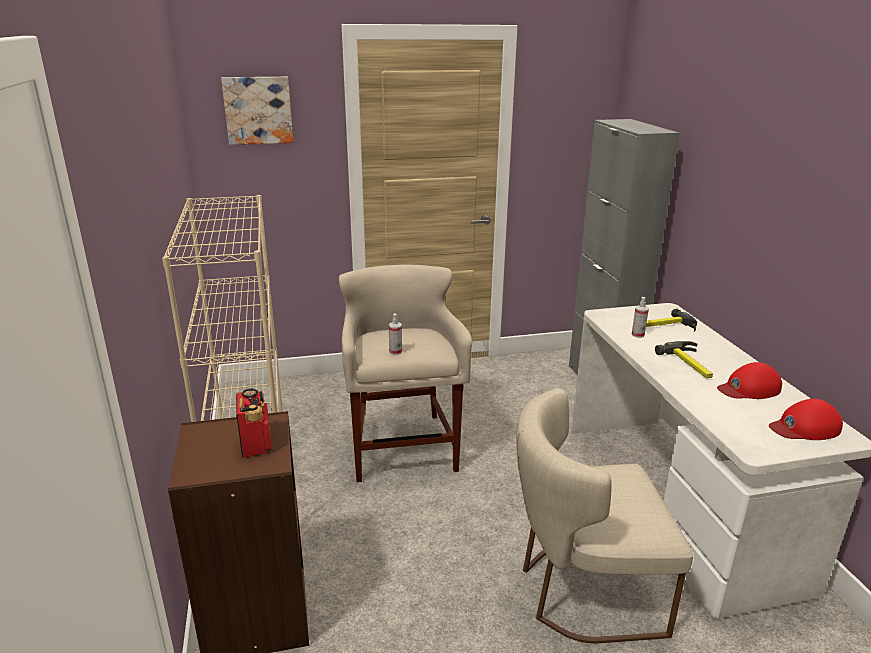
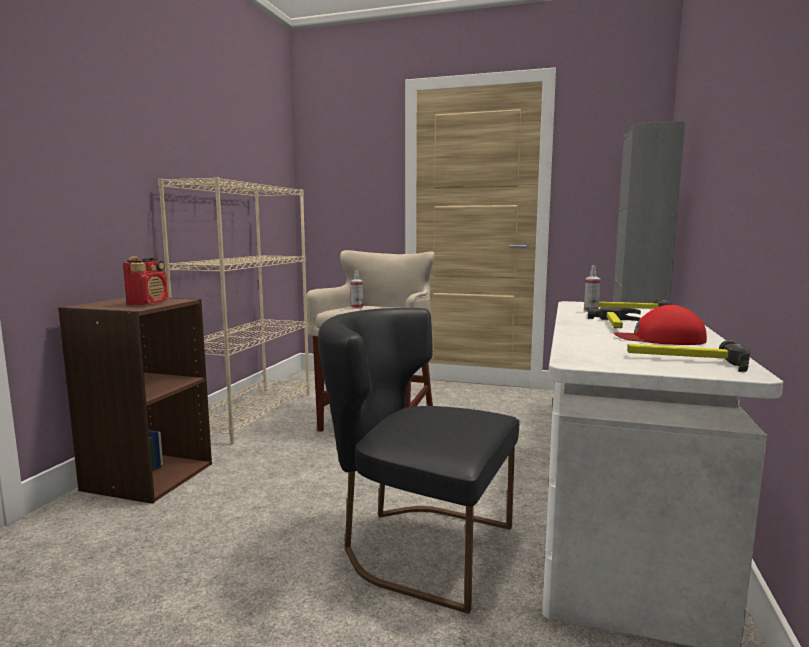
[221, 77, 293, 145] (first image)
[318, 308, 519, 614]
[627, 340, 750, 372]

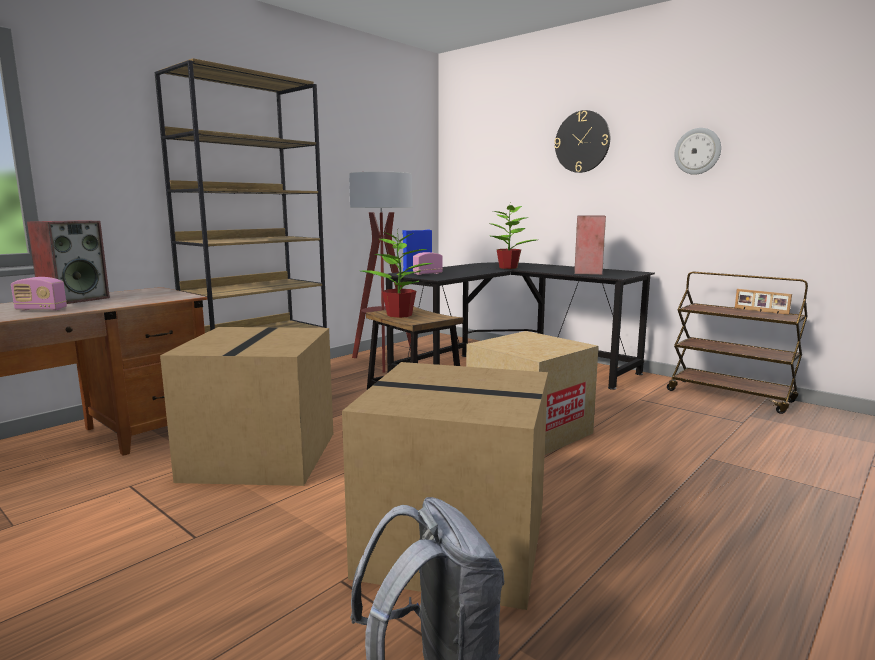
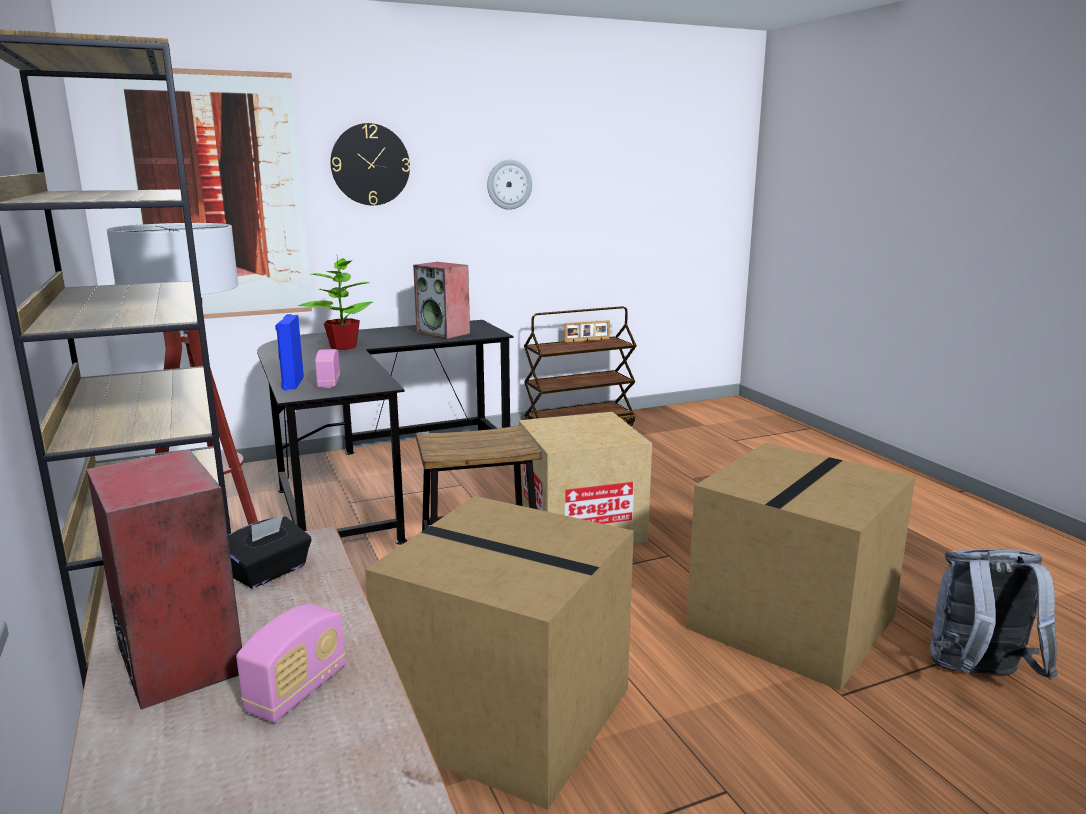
[361, 227, 433, 318] (first image)
[113, 68, 312, 319]
[228, 515, 312, 588]

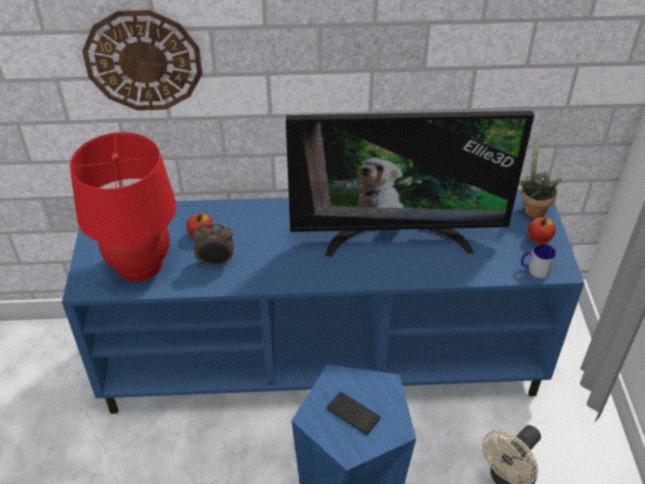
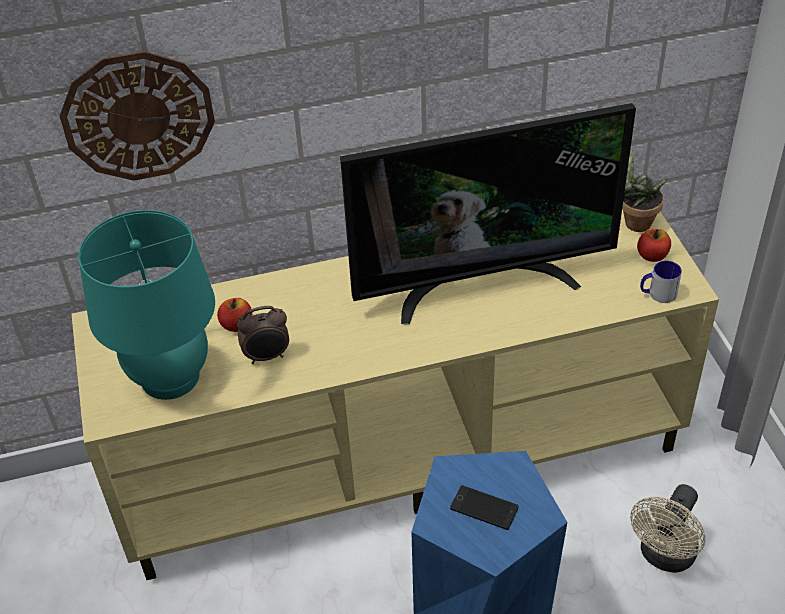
[78, 210, 215, 400]
[72, 210, 719, 580]

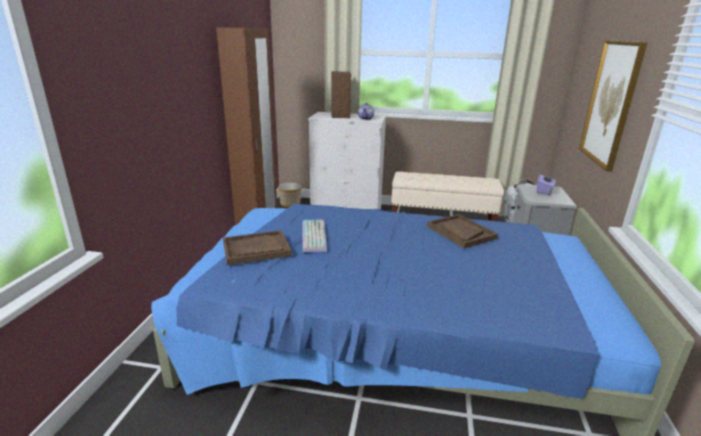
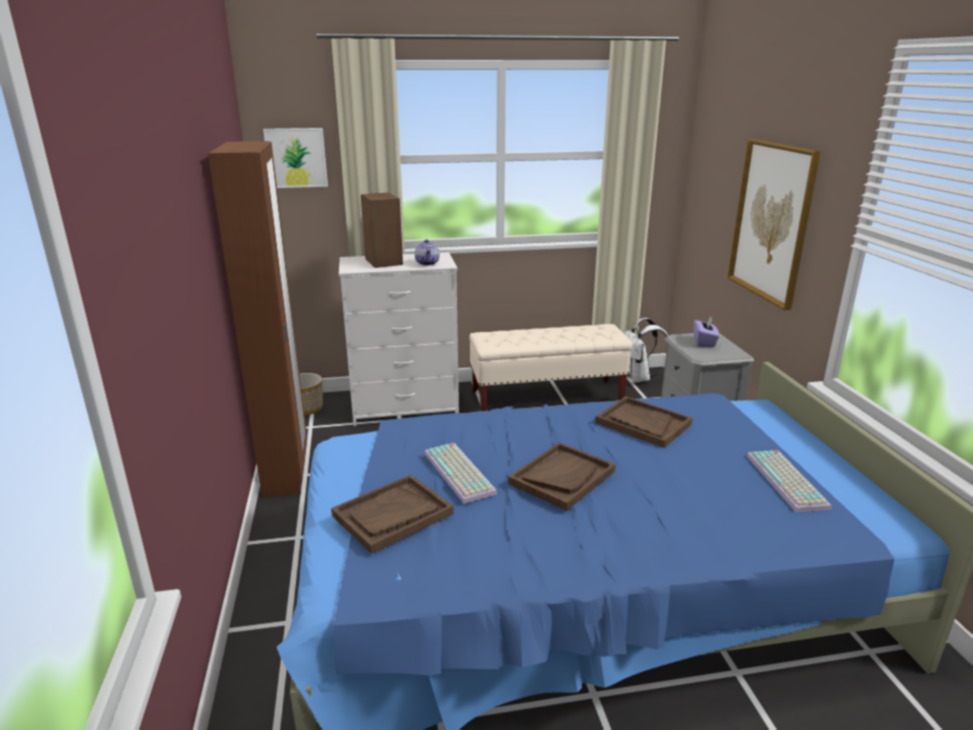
[263, 128, 328, 188]
[508, 442, 616, 511]
[747, 450, 832, 512]

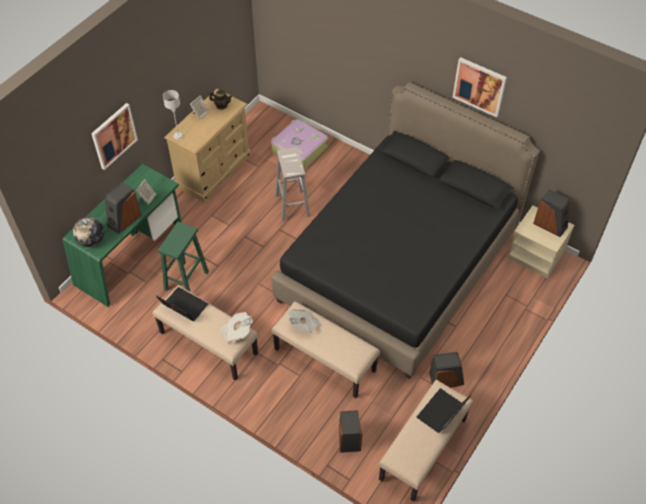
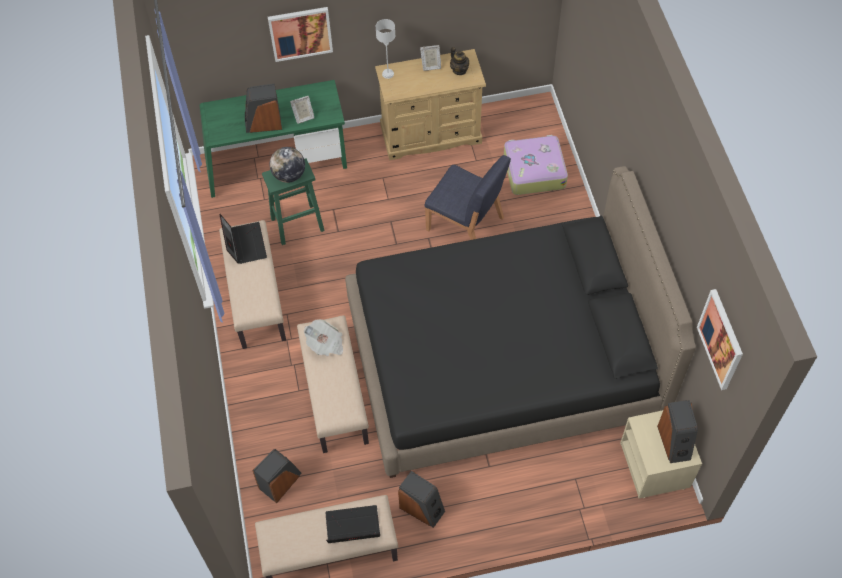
[697, 289, 743, 390]
[425, 155, 511, 240]
[270, 147, 305, 183]
[220, 312, 253, 343] (first image)

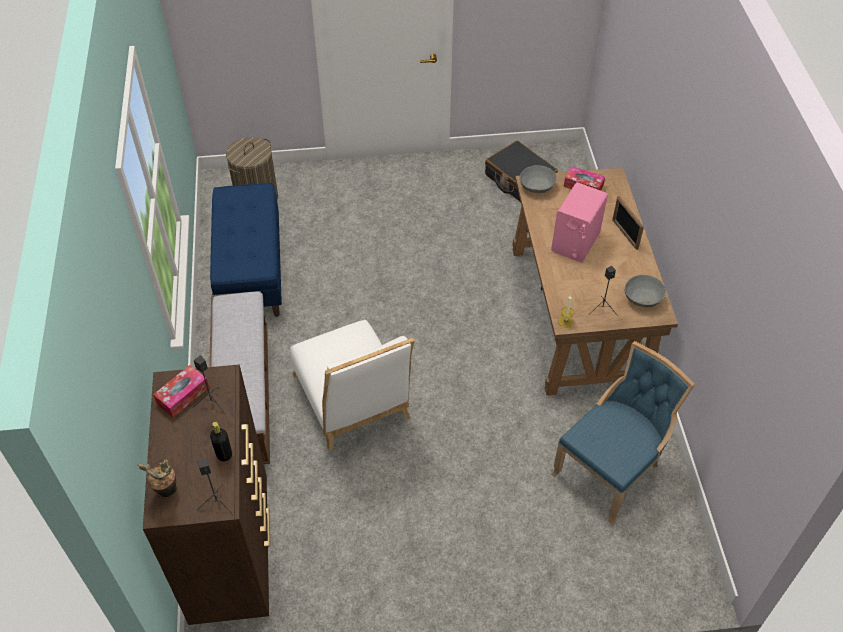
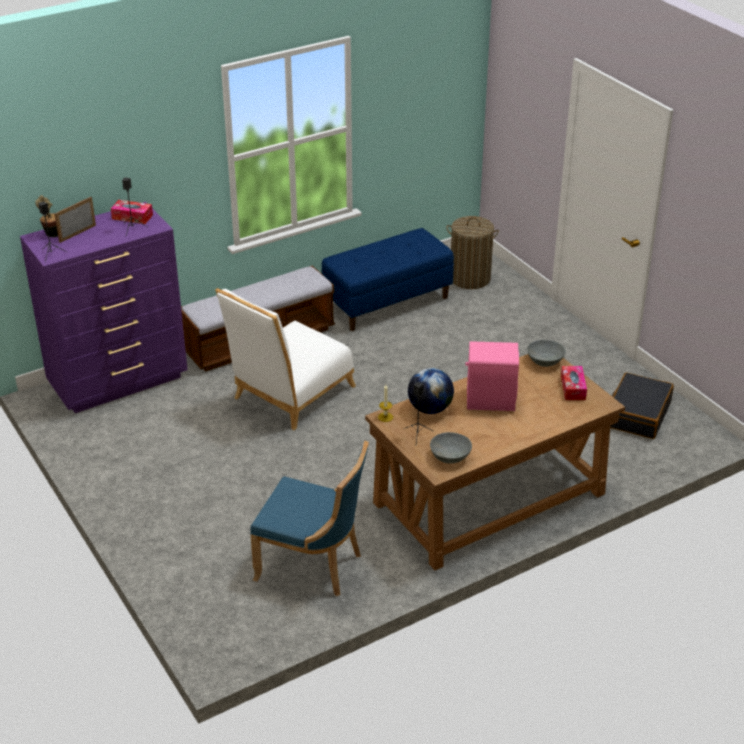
[55, 197, 96, 243]
[20, 202, 188, 413]
[210, 422, 232, 461] (first image)
[408, 368, 454, 414]

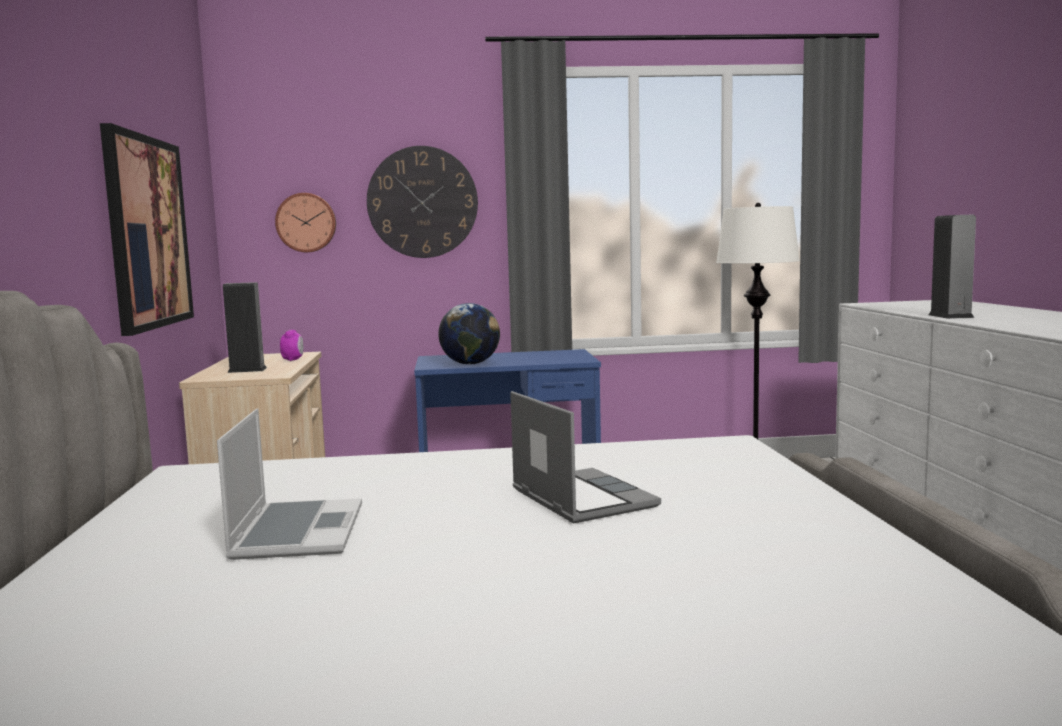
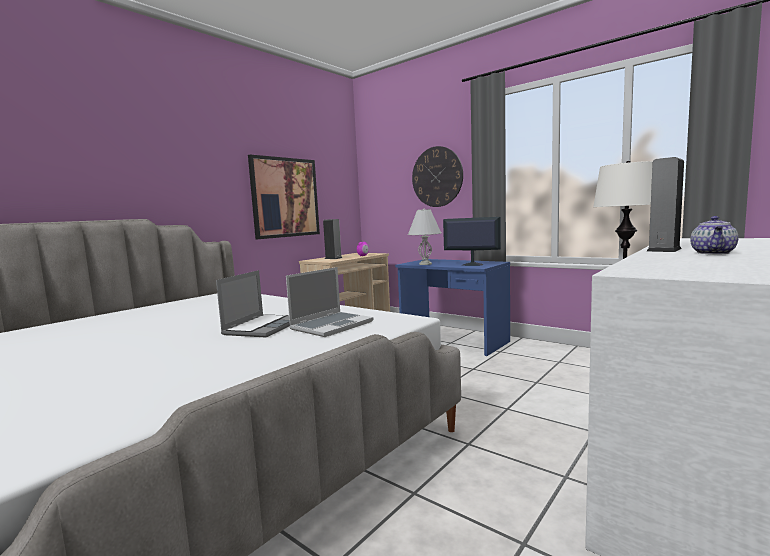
[275, 193, 336, 252] (first image)
[408, 208, 441, 265]
[286, 267, 373, 337]
[690, 216, 739, 255]
[443, 217, 501, 266]

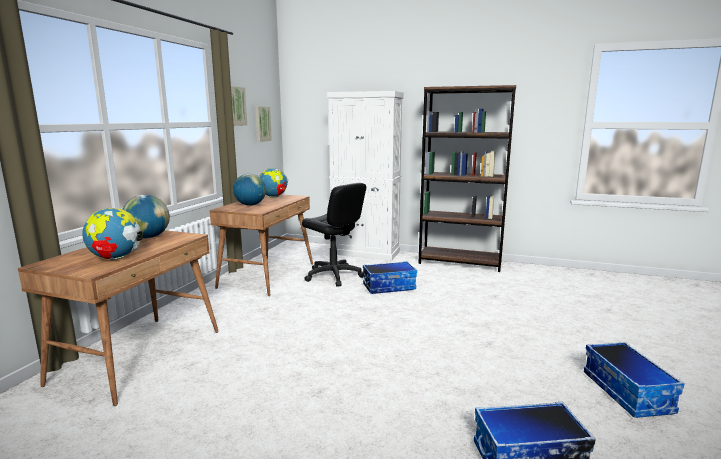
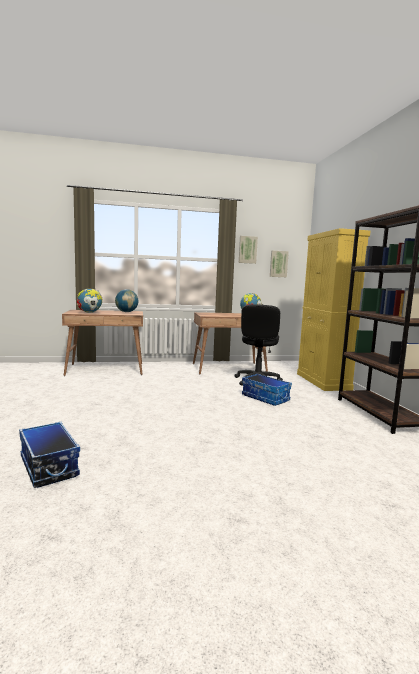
[297, 228, 371, 391]
[233, 174, 266, 206] (first image)
[584, 342, 685, 418] (first image)

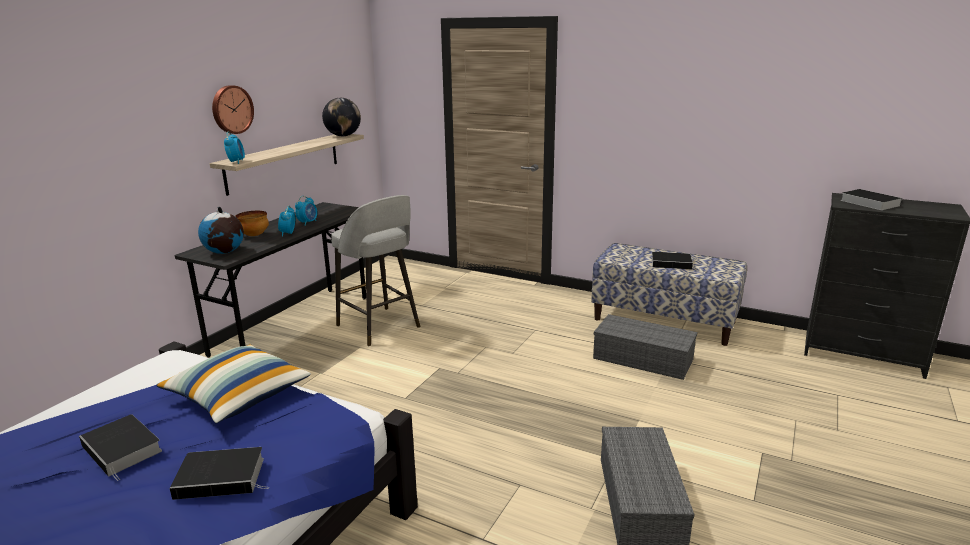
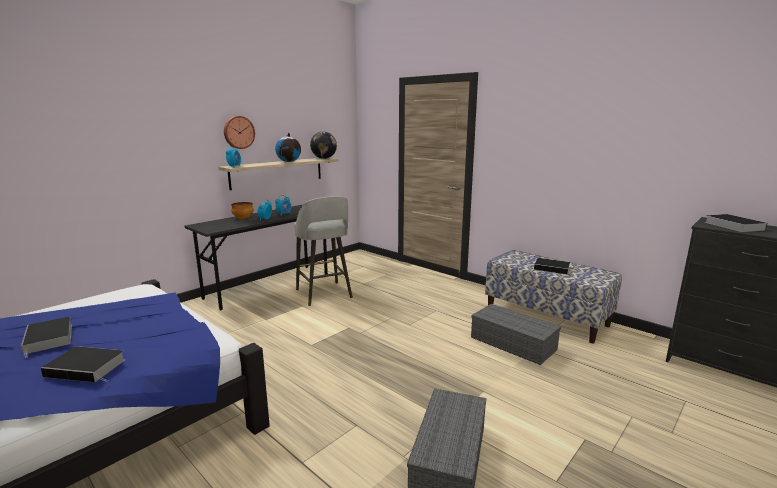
[275, 133, 301, 162]
[156, 344, 311, 424] (first image)

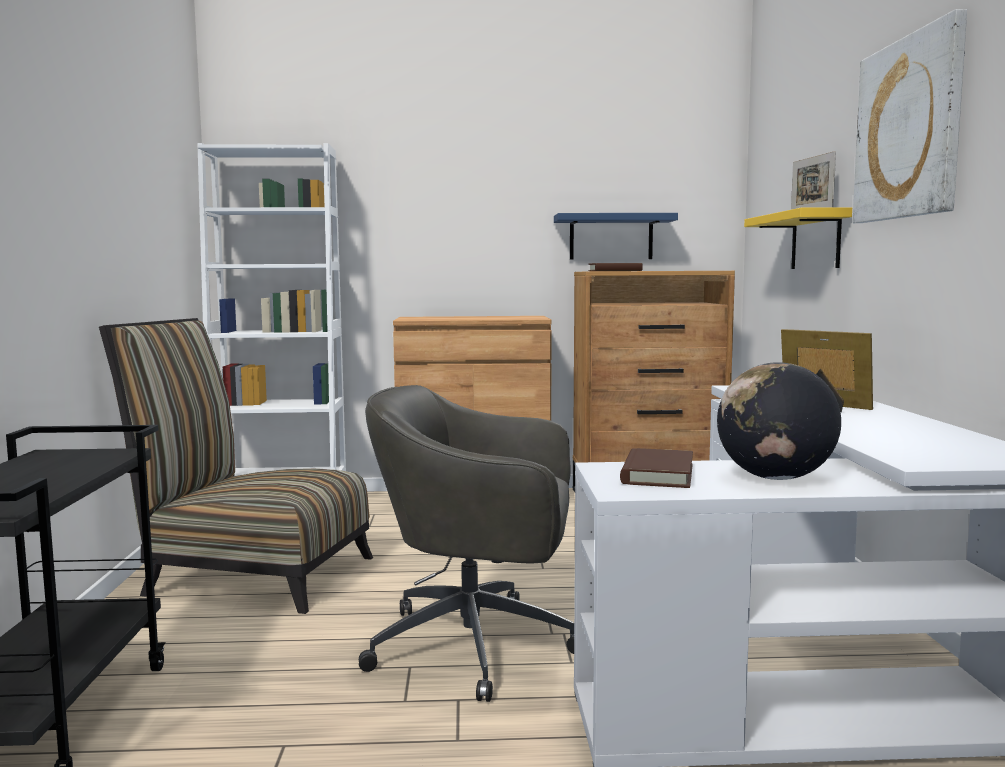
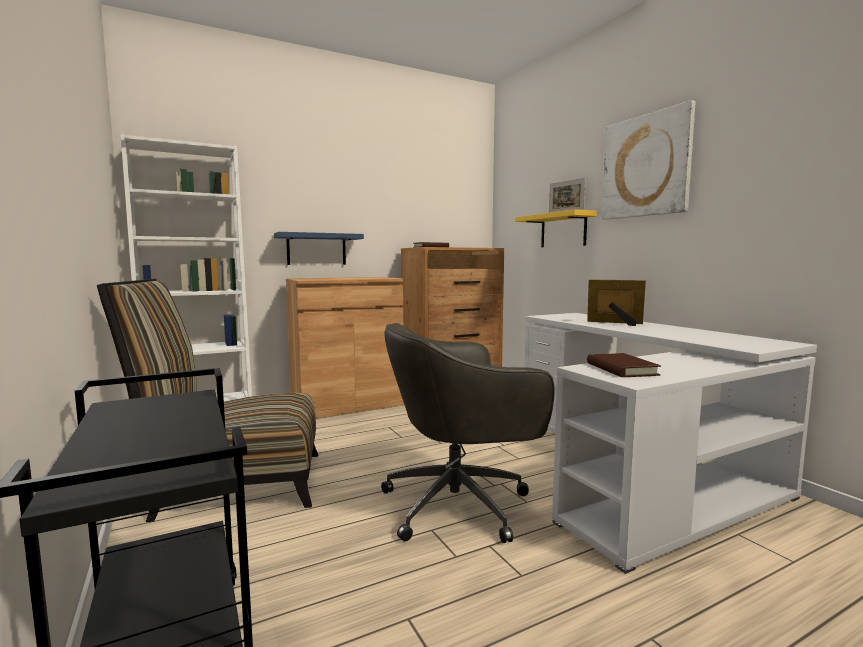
[274, 232, 364, 265]
[717, 362, 841, 480] (first image)

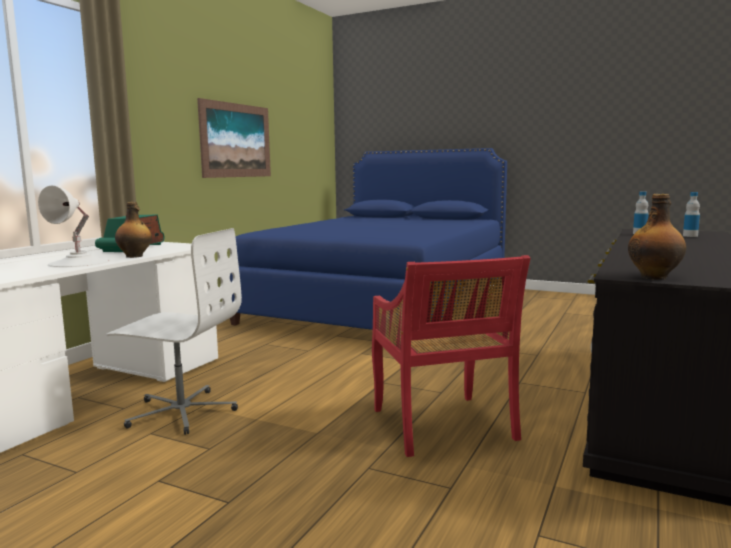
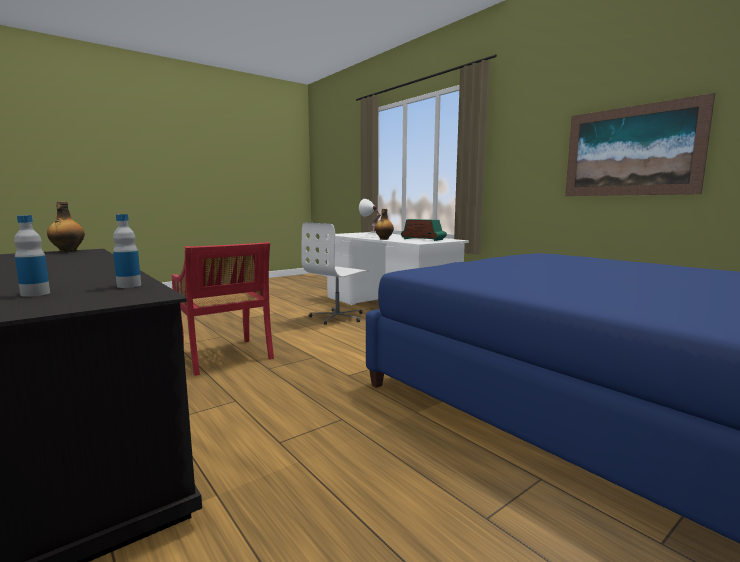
[172, 242, 274, 376]

